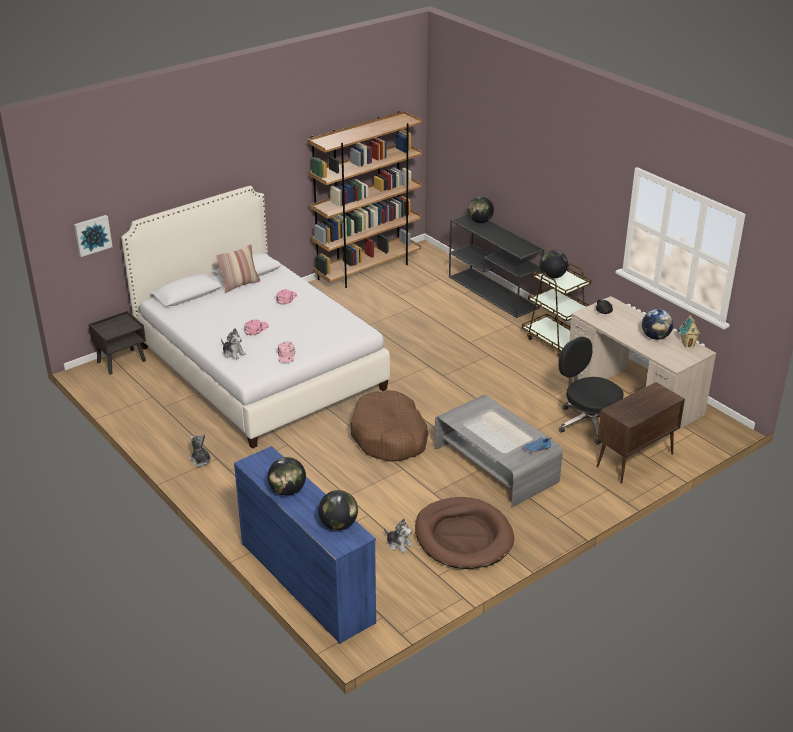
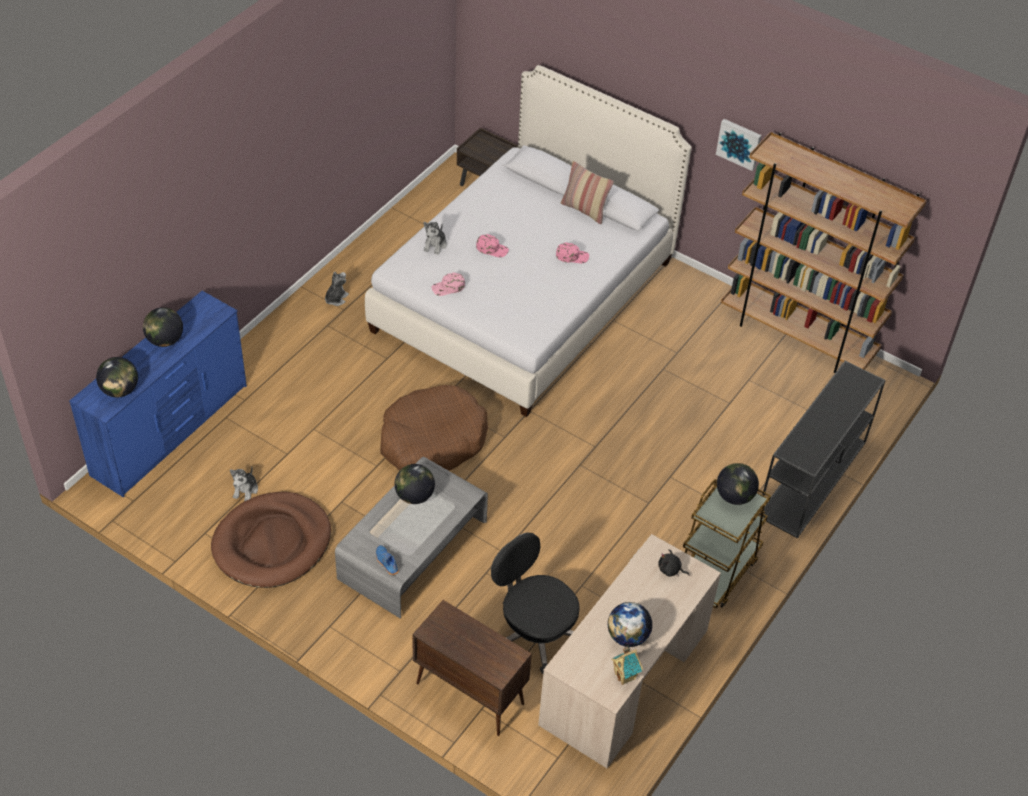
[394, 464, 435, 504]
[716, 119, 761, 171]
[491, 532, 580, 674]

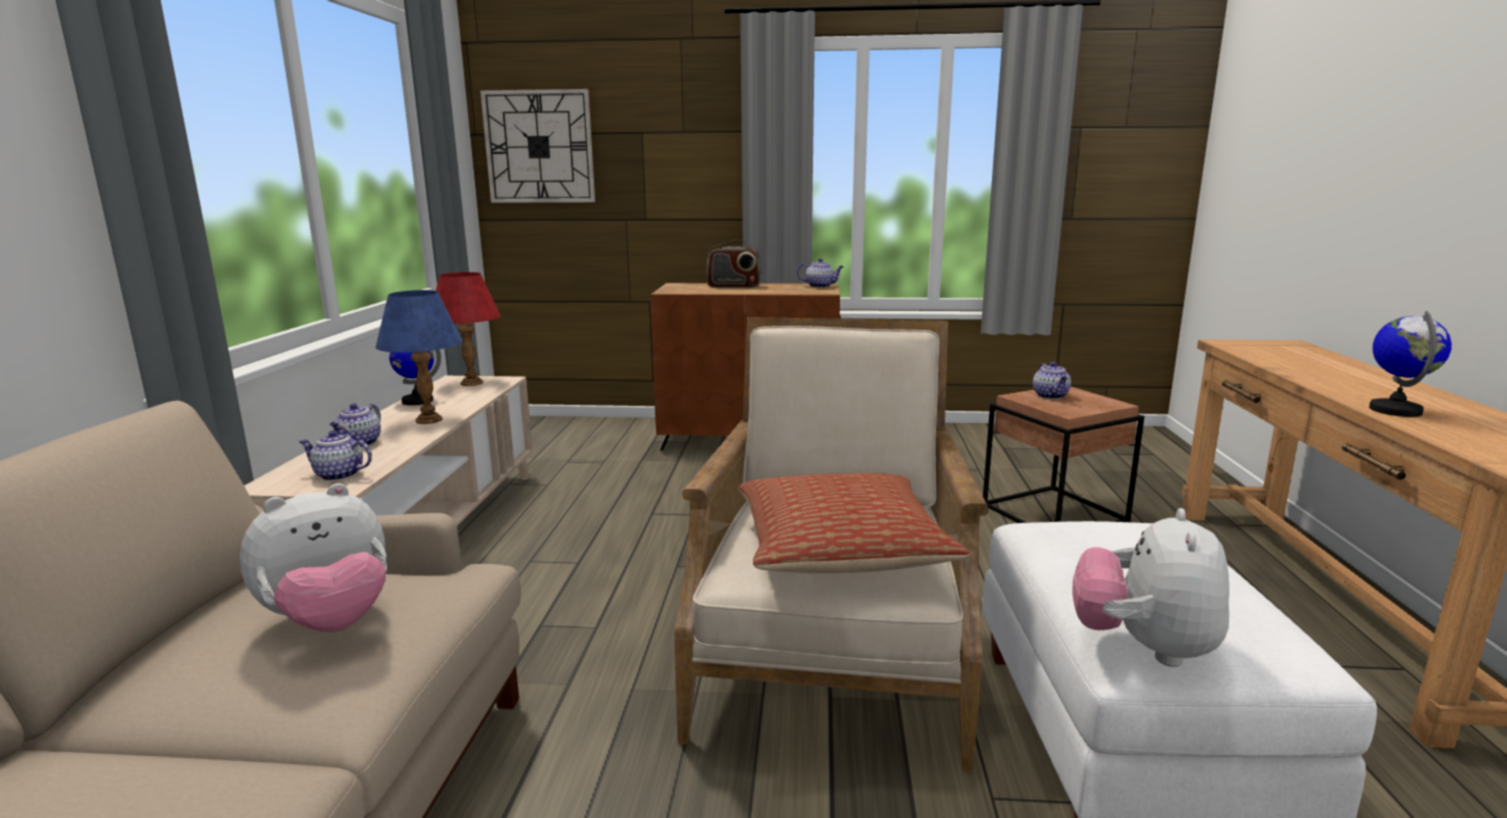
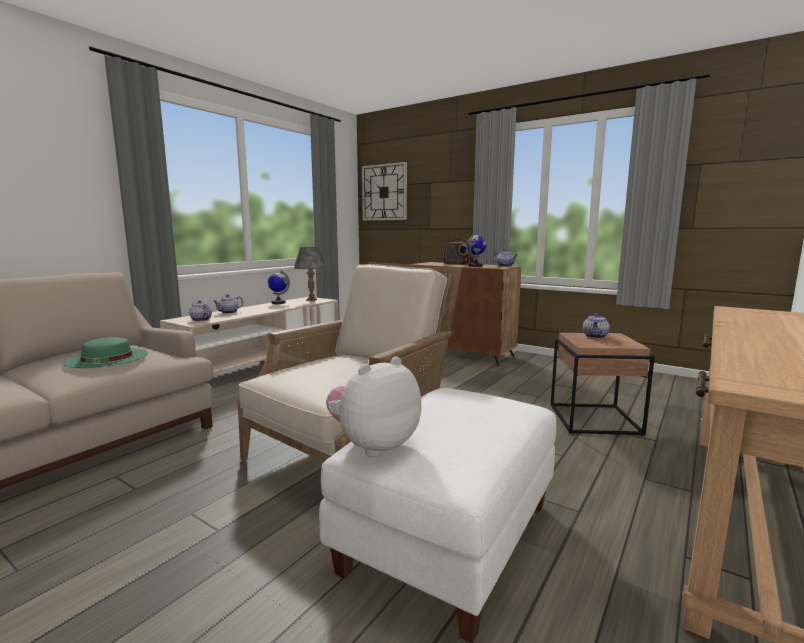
[294, 247, 327, 301]
[376, 290, 462, 424] (first image)
[467, 232, 487, 267]
[738, 473, 969, 573] (first image)
[63, 337, 148, 368]

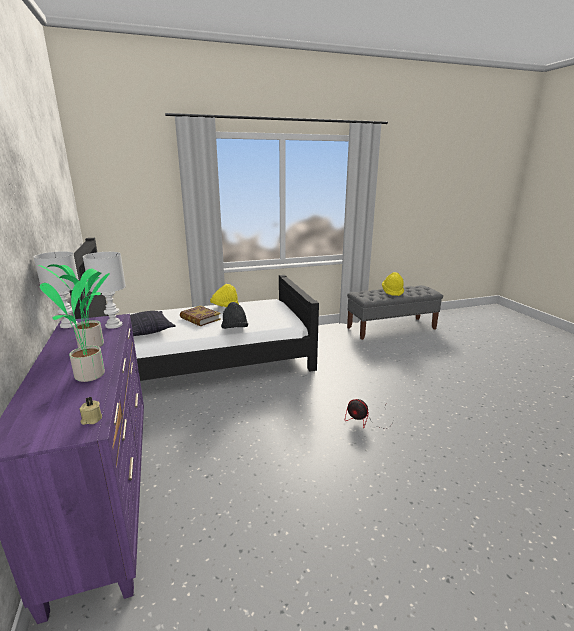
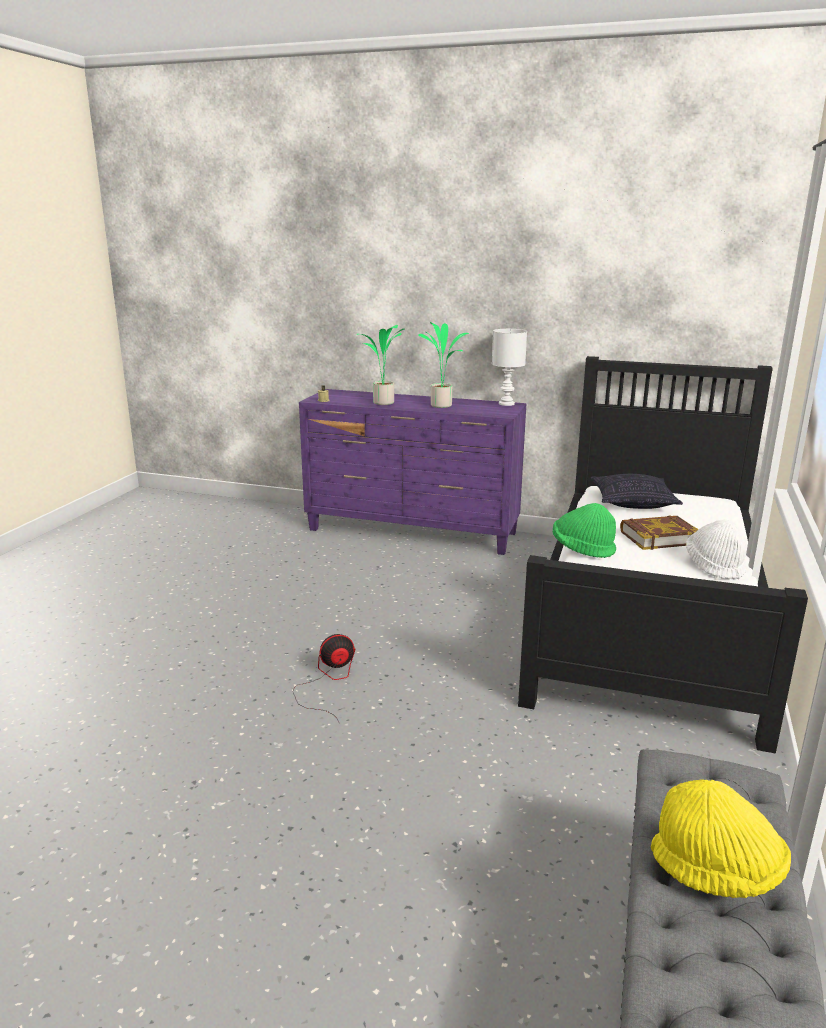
[83, 252, 126, 329] (first image)
[686, 519, 747, 579]
[553, 503, 616, 558]

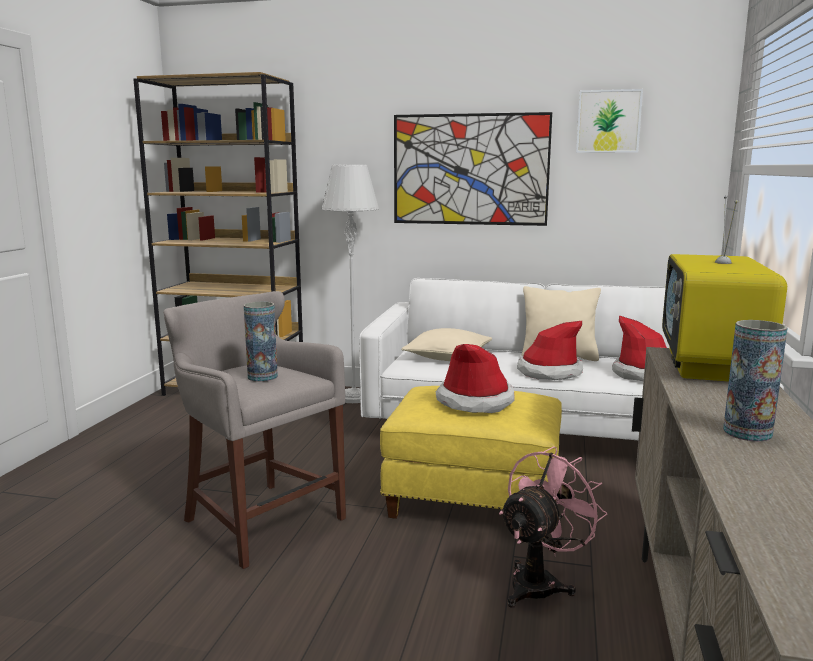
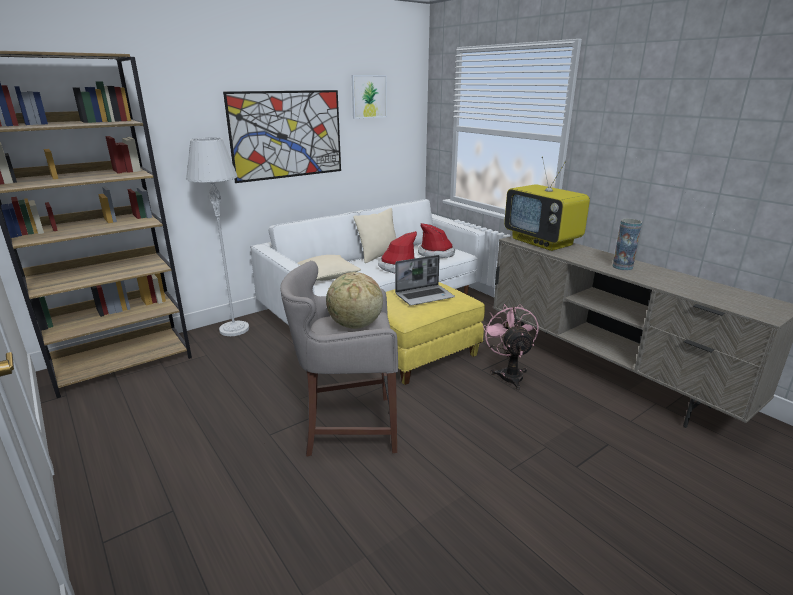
[326, 272, 383, 329]
[395, 255, 455, 306]

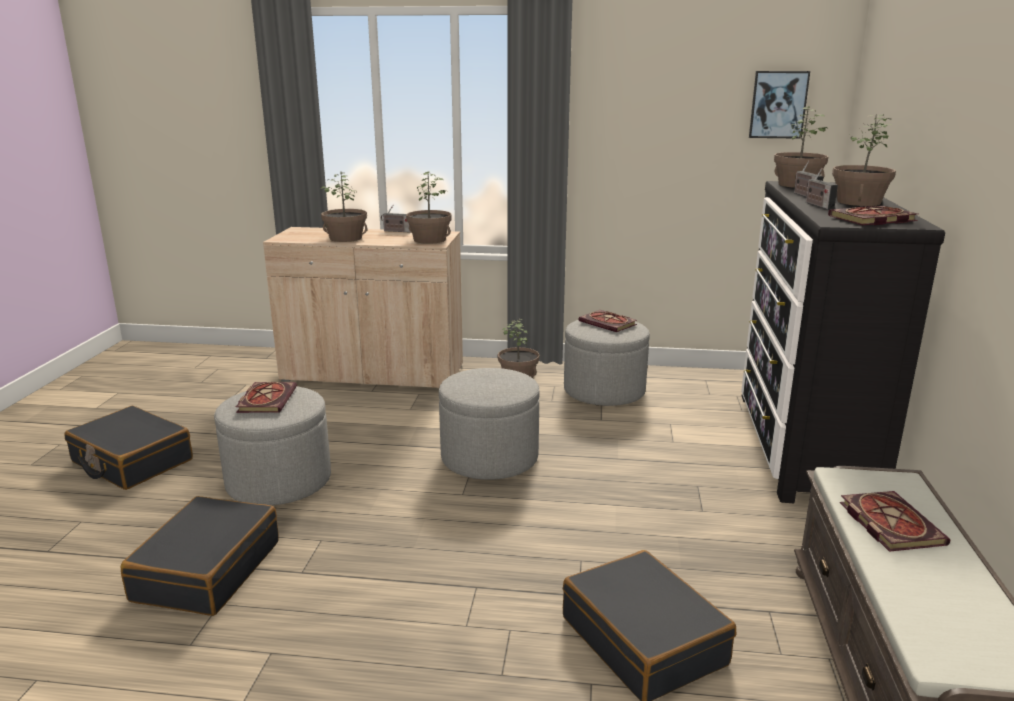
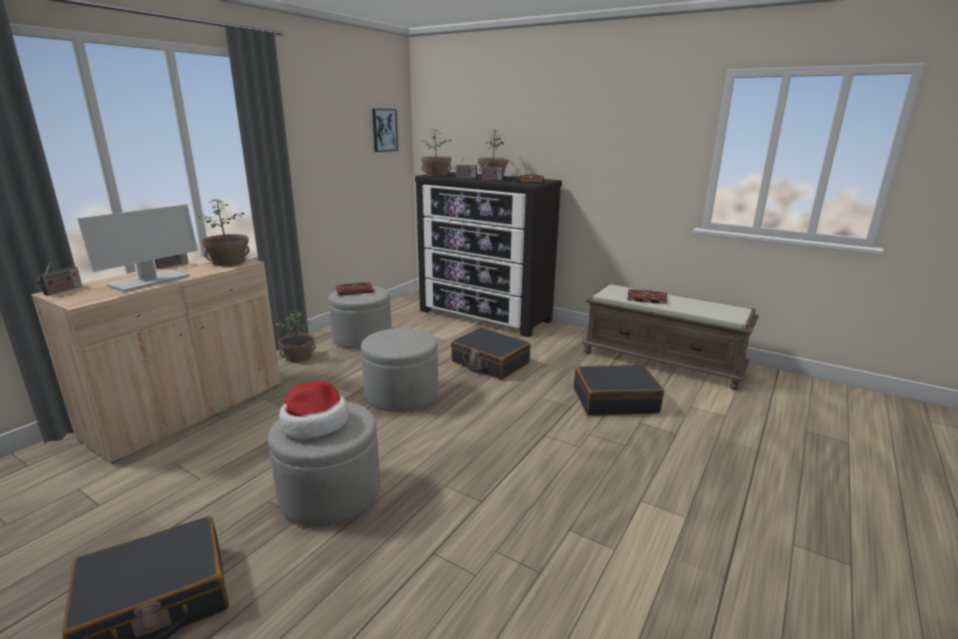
[77, 204, 198, 292]
[279, 381, 349, 439]
[451, 327, 531, 380]
[37, 262, 82, 296]

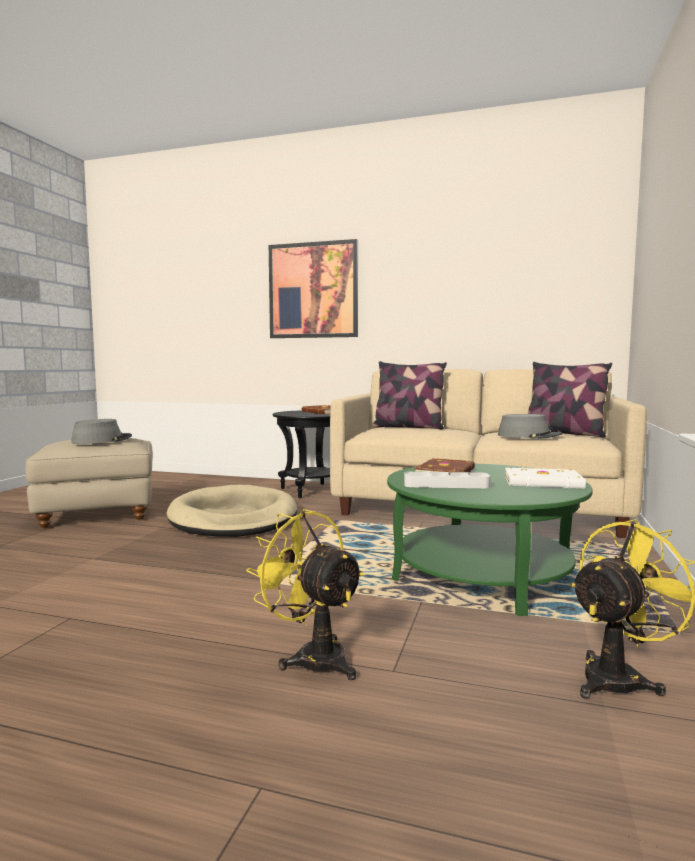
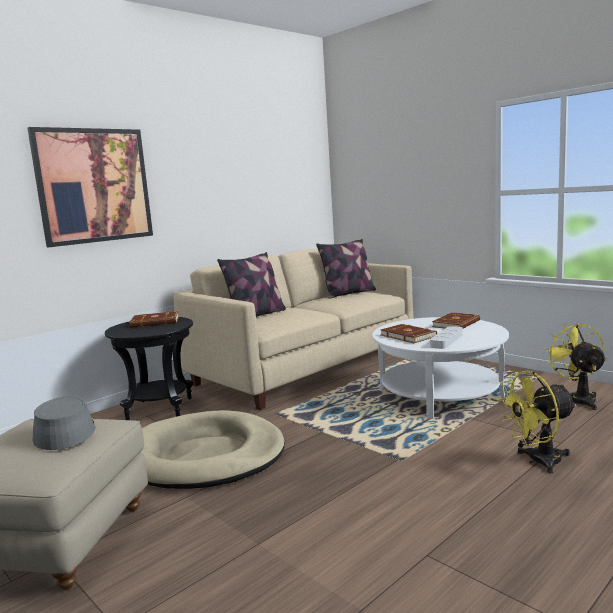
[498, 414, 562, 439] (first image)
[372, 317, 509, 419]
[432, 312, 480, 328]

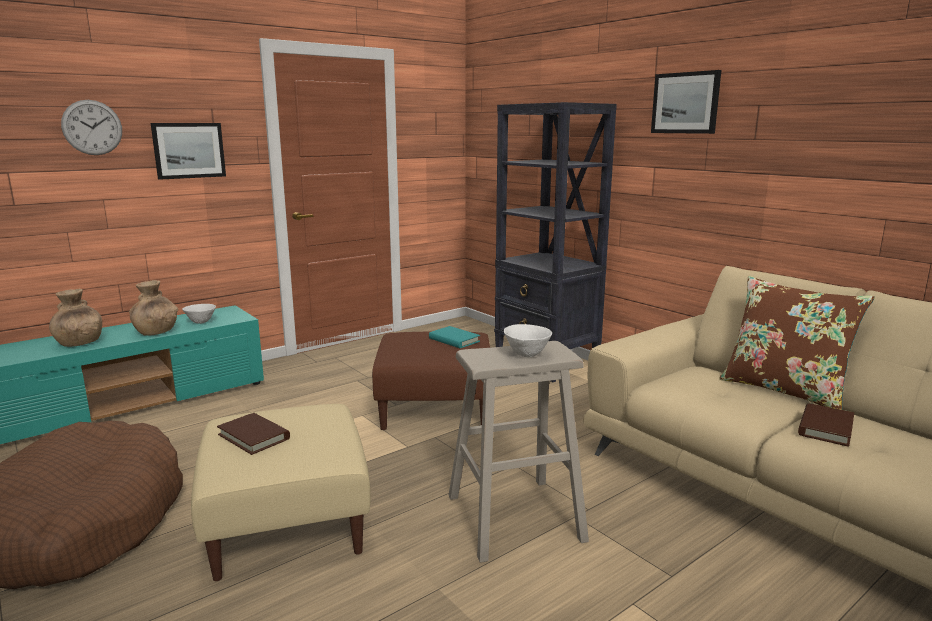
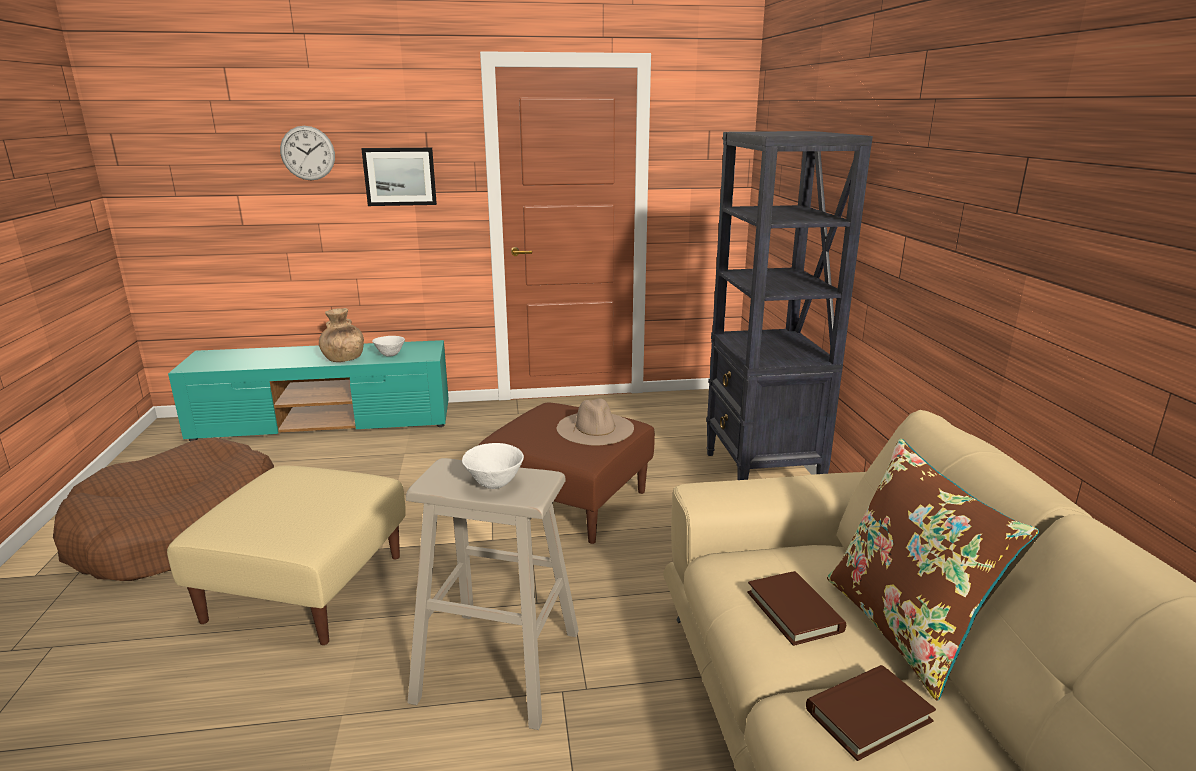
[651, 70, 721, 134] (first image)
[49, 289, 102, 347] (first image)
[557, 398, 634, 446]
[747, 571, 846, 646]

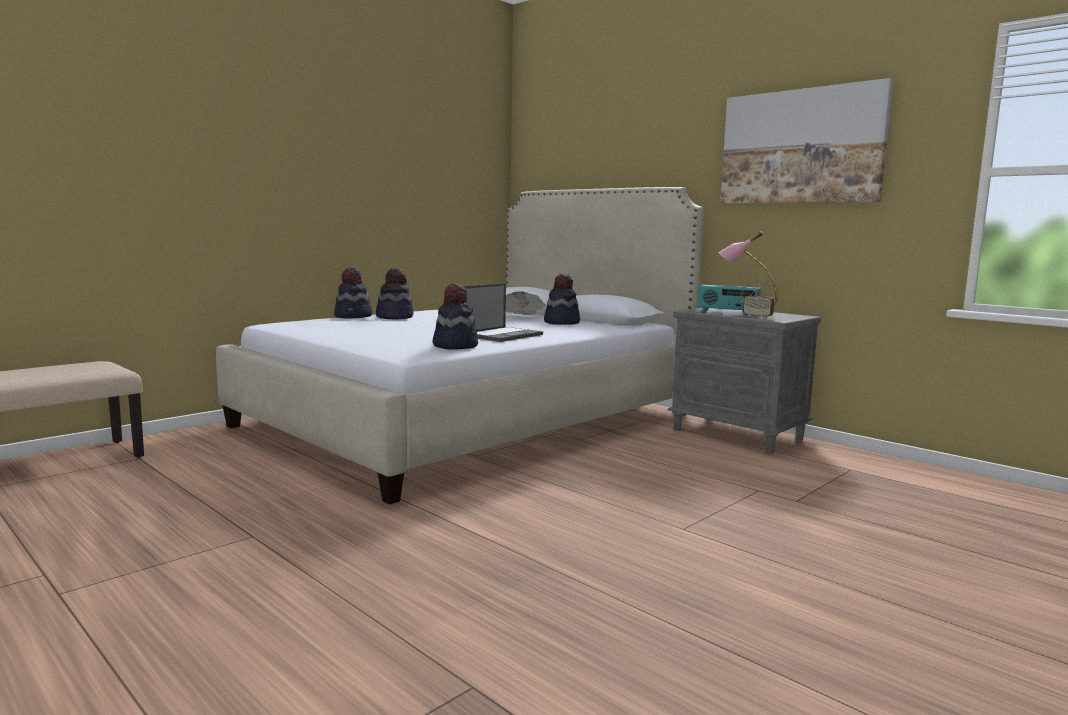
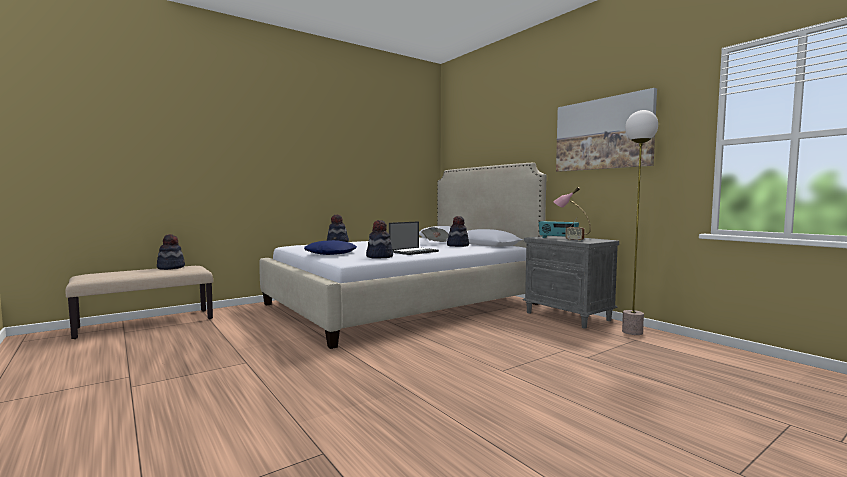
[157, 234, 185, 270]
[622, 110, 658, 335]
[304, 240, 357, 255]

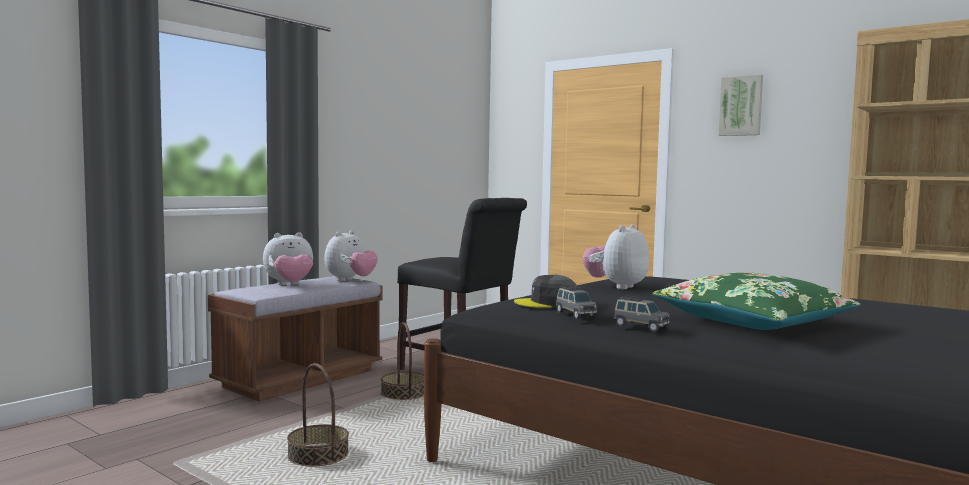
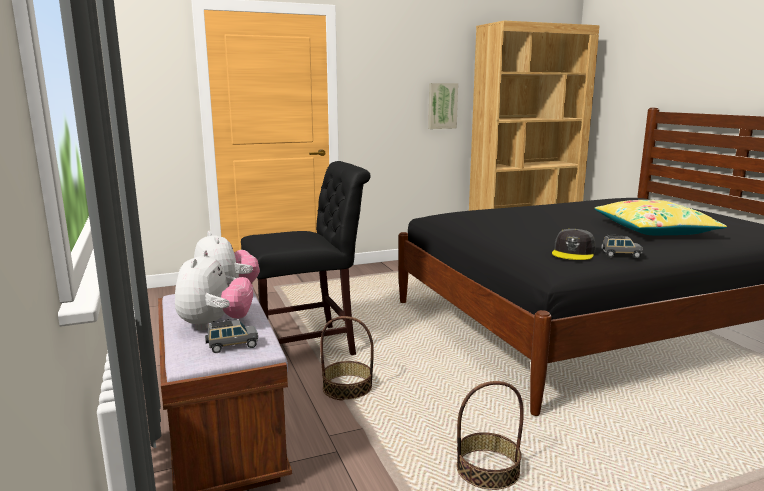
[428, 83, 458, 129]
[583, 224, 649, 289] (first image)
[594, 200, 727, 236]
[205, 319, 258, 353]

